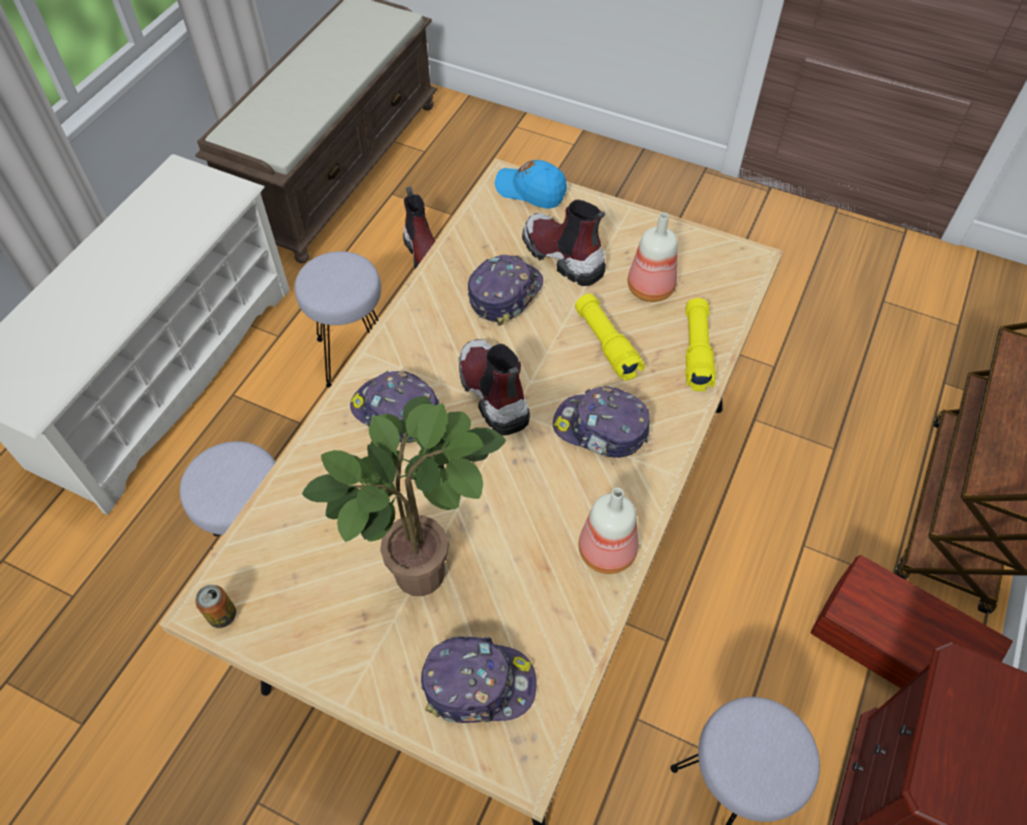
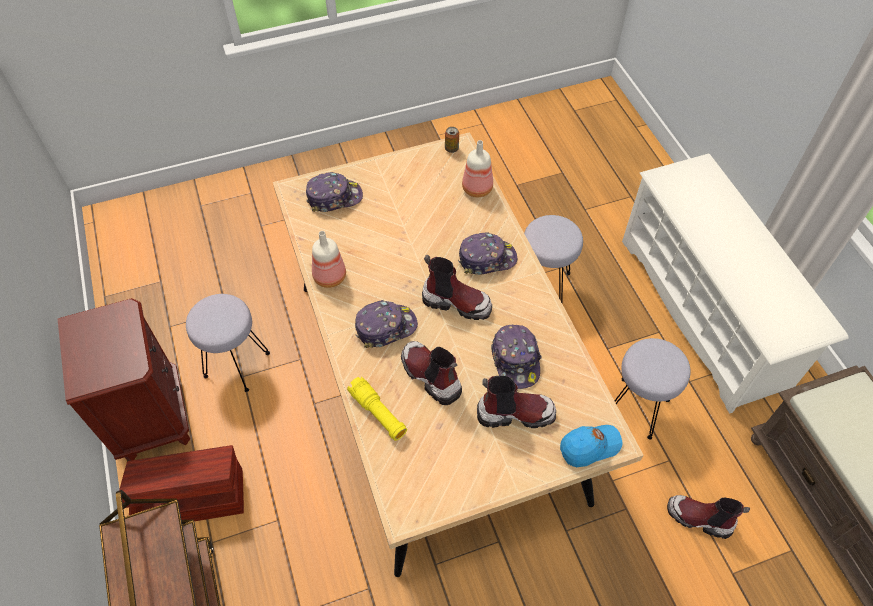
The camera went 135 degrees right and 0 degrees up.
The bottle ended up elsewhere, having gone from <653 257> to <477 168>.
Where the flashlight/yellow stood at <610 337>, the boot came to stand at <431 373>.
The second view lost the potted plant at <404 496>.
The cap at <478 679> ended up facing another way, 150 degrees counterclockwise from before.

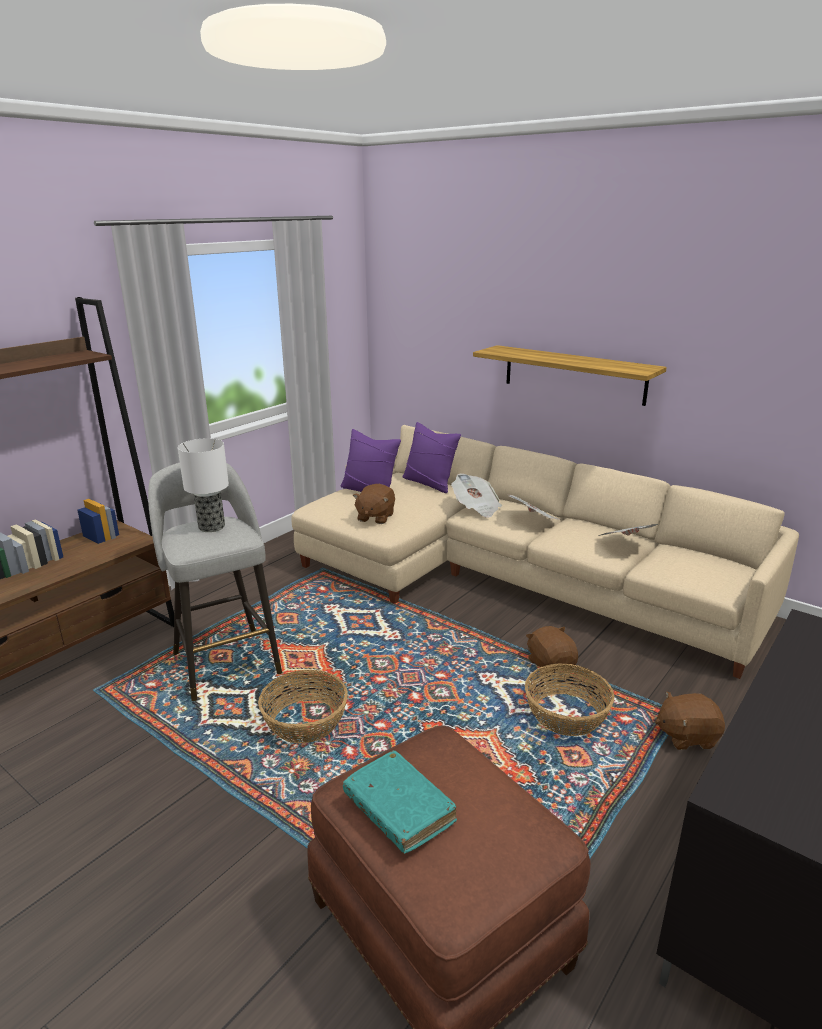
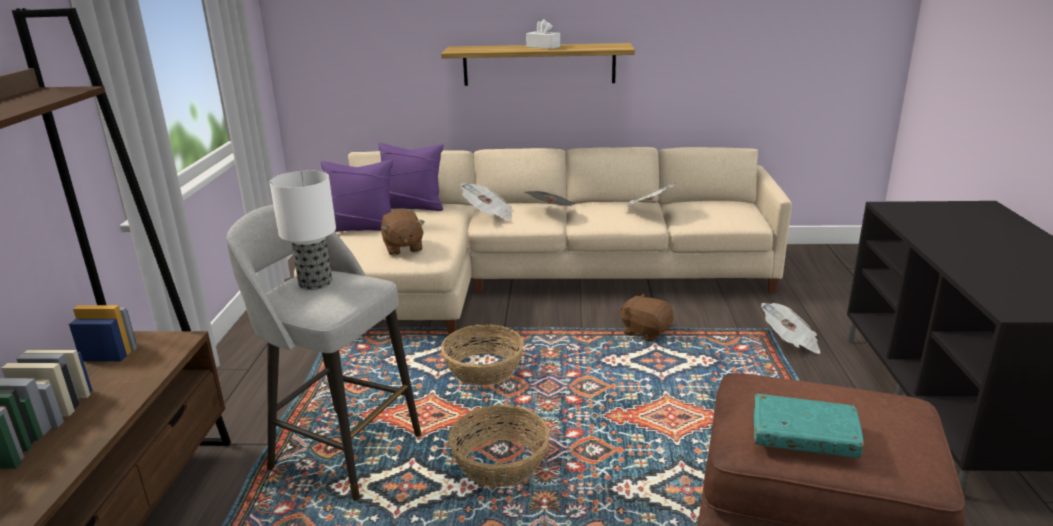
The camera went 35 degrees left and 0 degrees up.
The basket ended up elsewhere, having gone from <569 700> to <482 355>.
Where the plush toy/brown stood at <690 720>, the newspaper came to stand at <790 328>.
The second view gained the tissue box/white at <543 34>.

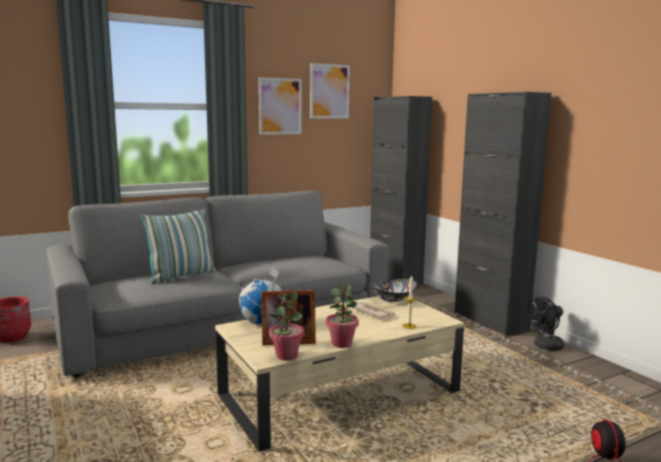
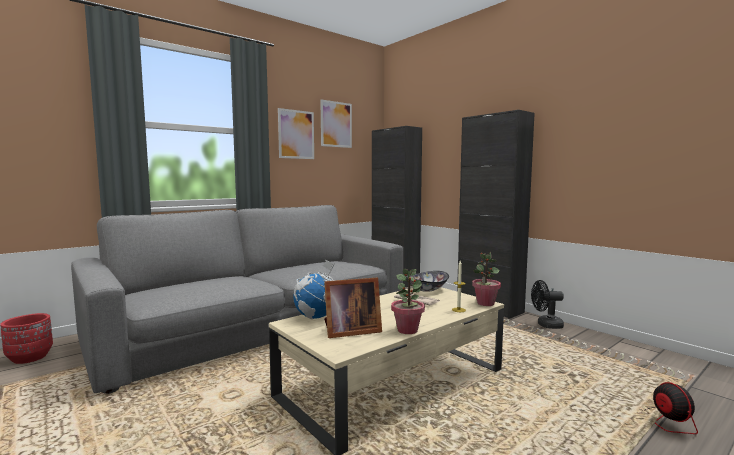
The camera went 10 degrees left and 5 degrees down.
The second view lost the pillow at <178 246>.
The potted plant ended up elsewhere, having gone from <286 326> to <486 279>.
The fan/black at <545 324> ended up facing another way, 45 degrees clockwise from before.

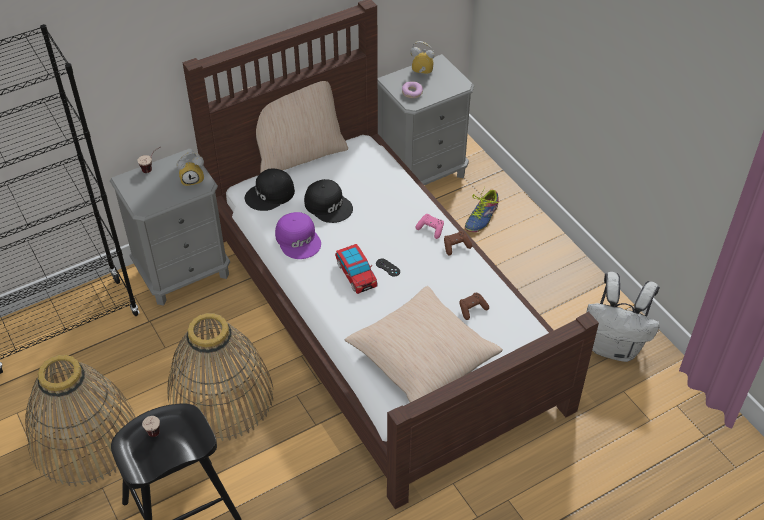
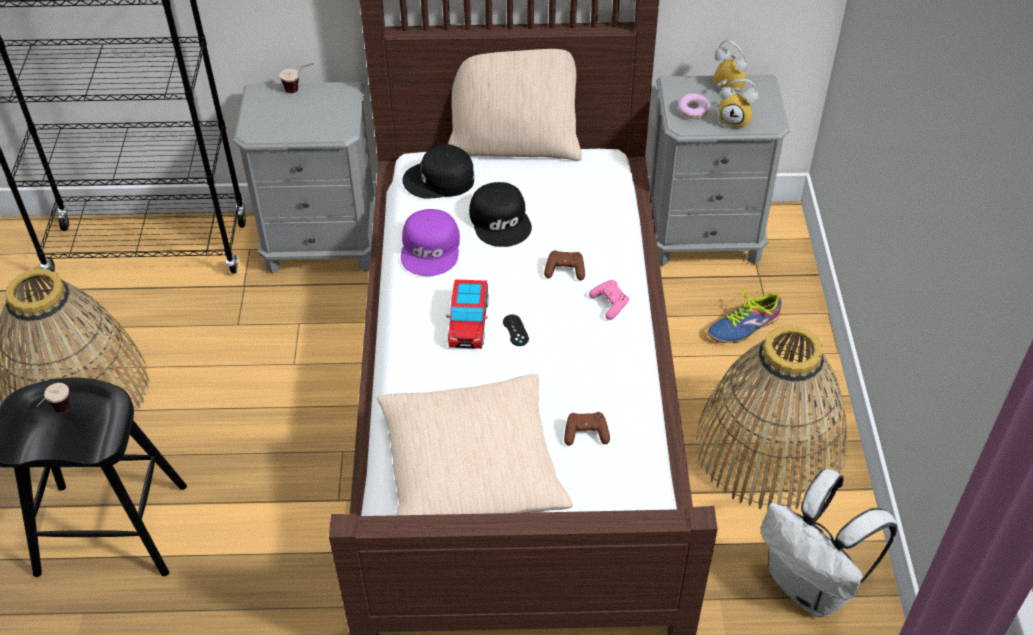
The camera went 30 degrees right and 0 degrees up.
The alarm clock ended up elsewhere, having gone from <190 169> to <738 104>.
The game controller/brown ended up elsewhere, having gone from <458 243> to <564 265>.
The basket ended up elsewhere, having gone from <220 377> to <771 417>.

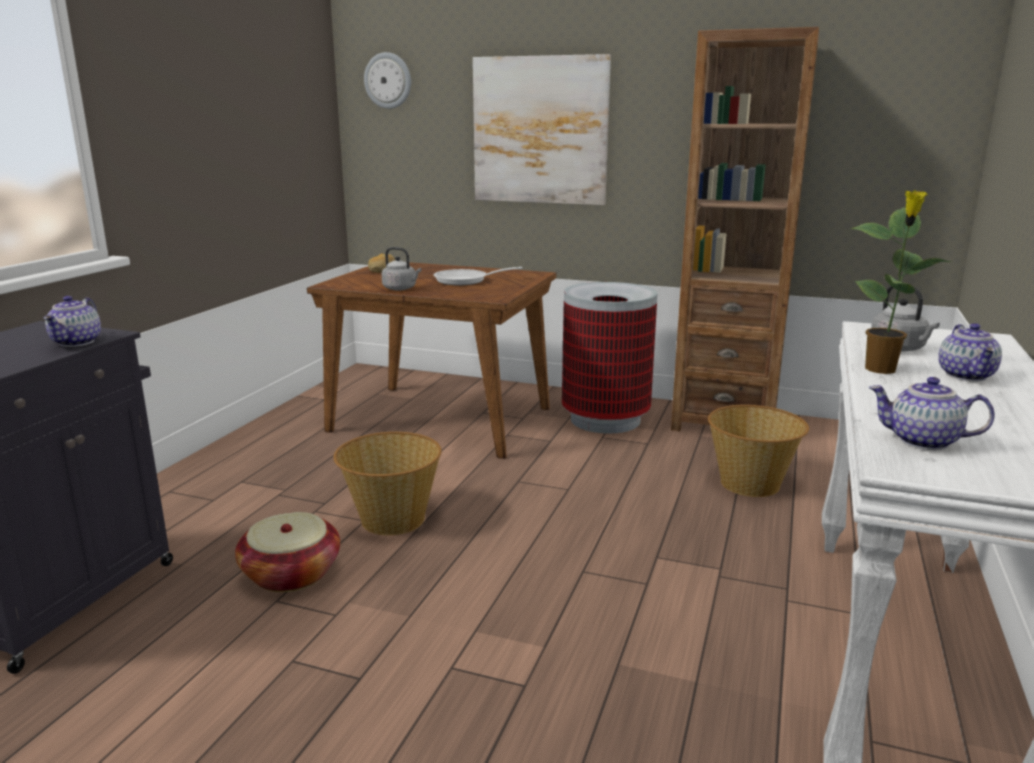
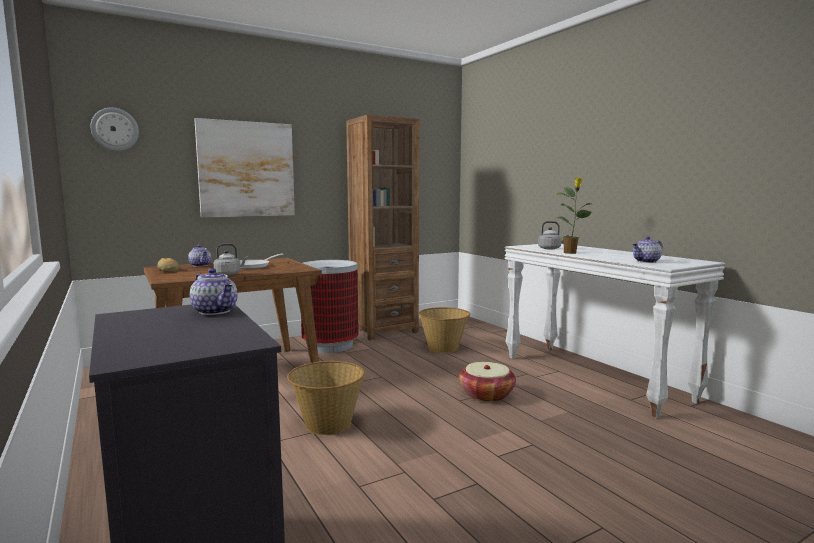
The camera went 50 degrees left and 10 degrees down.
The teapot ended up elsewhere, having gone from <970 352> to <200 256>.
The basket ended up elsewhere, having gone from <287 552> to <487 382>.

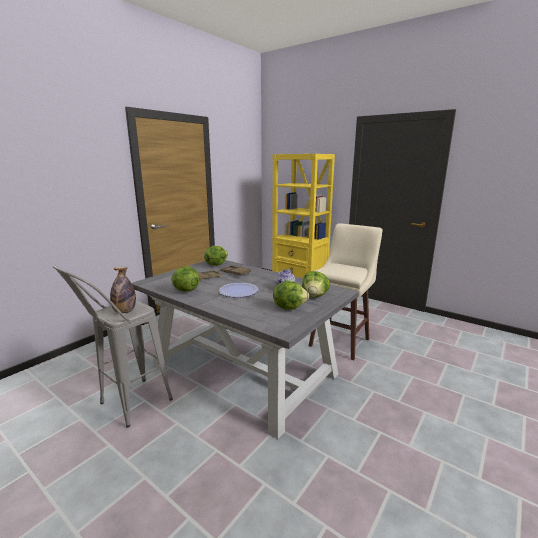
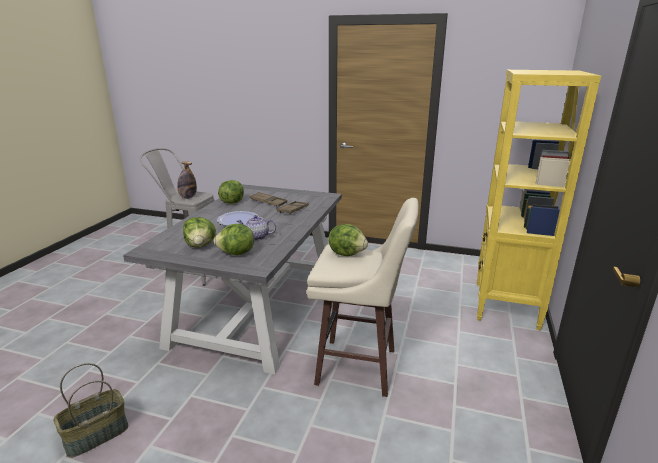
The camera went 70 degrees right and 5 degrees up.
The lettuce ended up elsewhere, having gone from <216 256> to <348 240>.
The second view gained the basket at <90 410>.

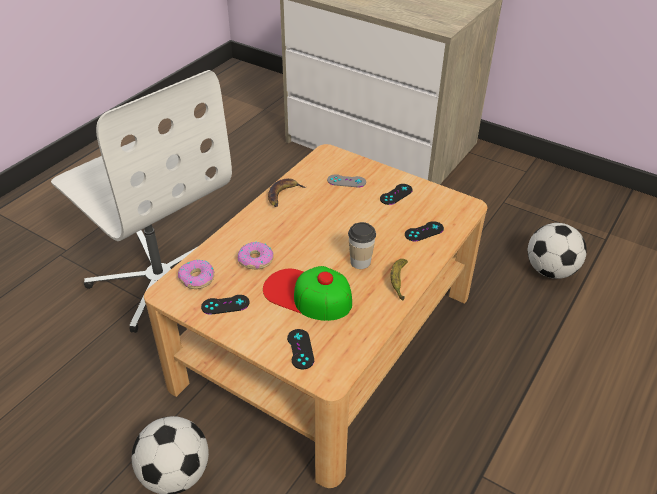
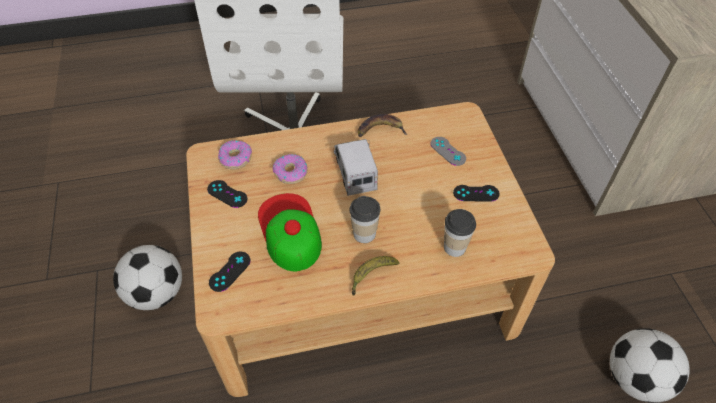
The camera went 45 degrees right and 10 degrees up.
Where the game controller/black stood at <424 231>, the cup came to stand at <460 233>.
The second view gained the toy truck at <356 167>.

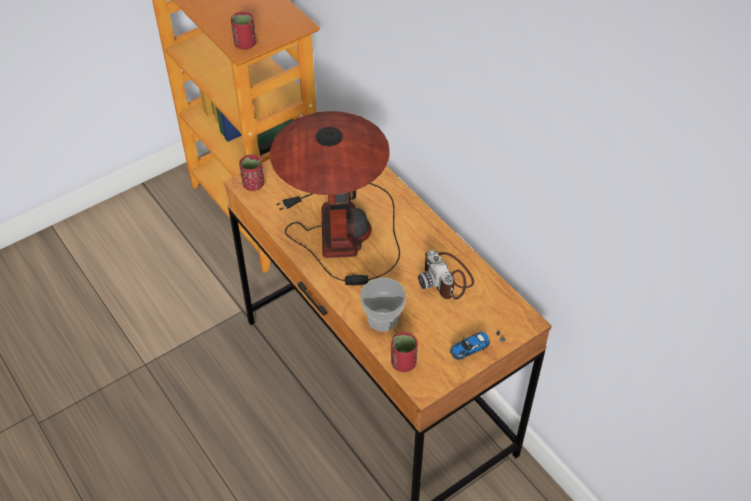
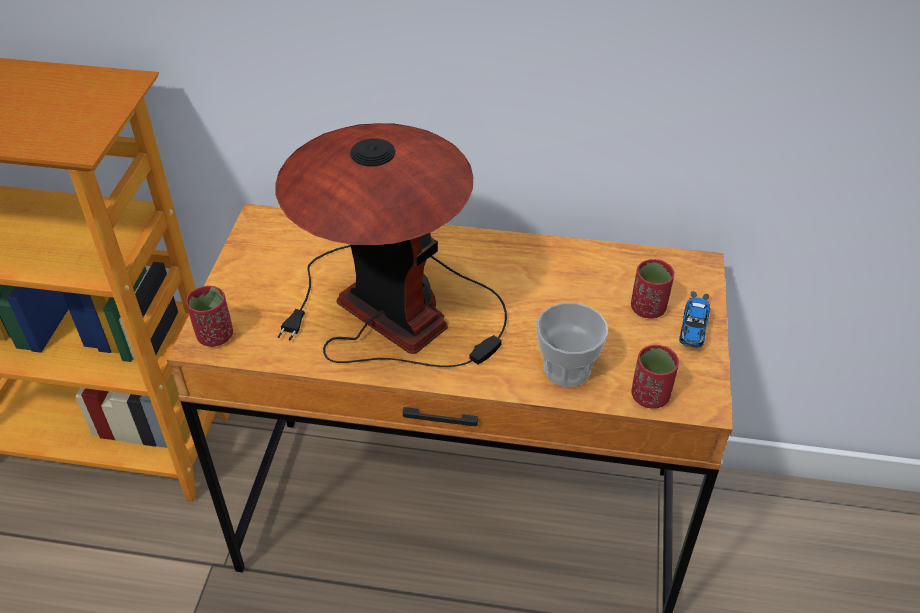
The camera went 45 degrees left and 5 degrees down.
The cup/red ended up elsewhere, having gone from <243 30> to <652 288>.
The second view lost the photo camera at <446 275>.

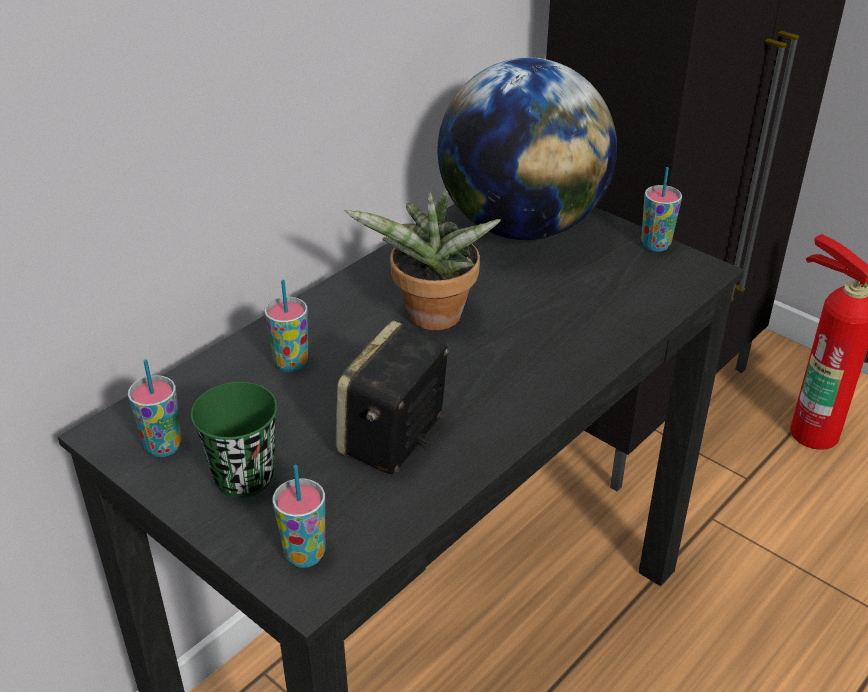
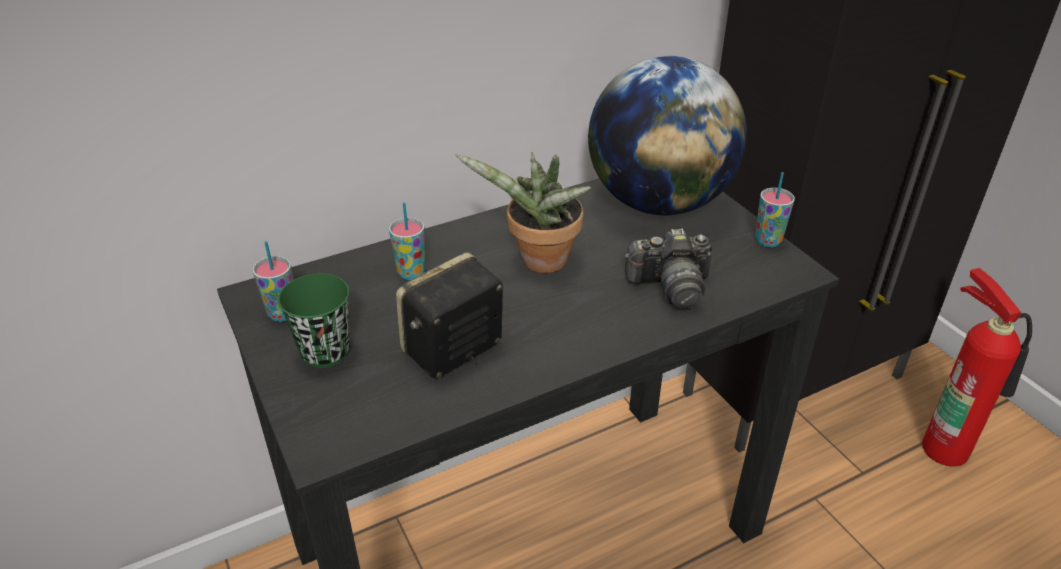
The camera went 20 degrees right and 0 degrees up.
The second view lost the cup at <298 516>.
The second view gained the photo camera at <668 268>.

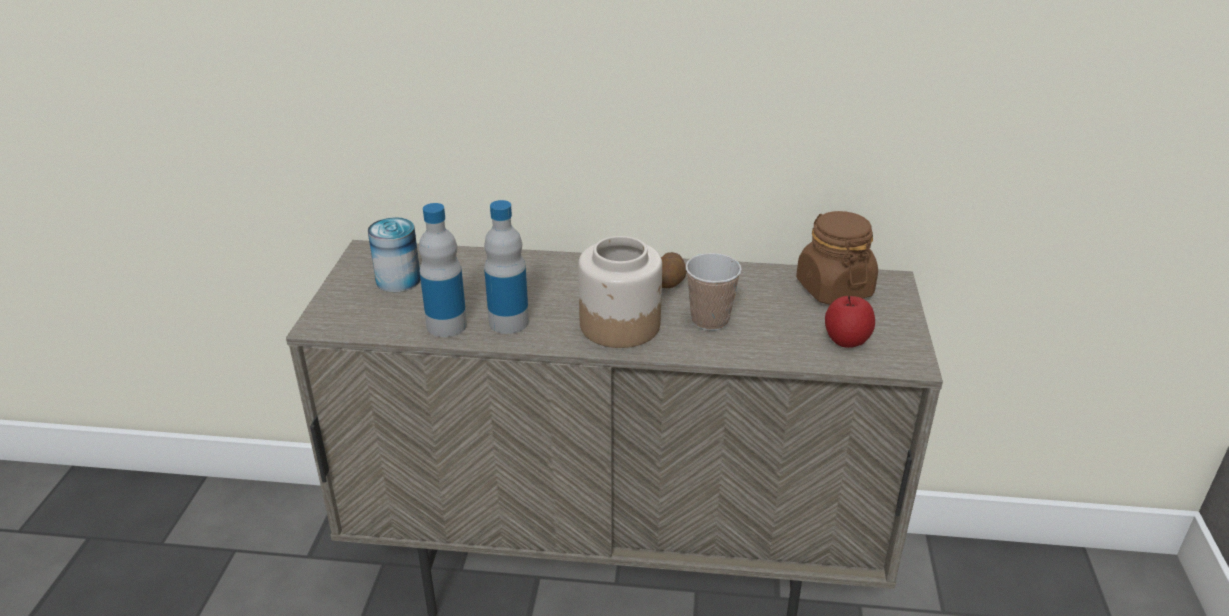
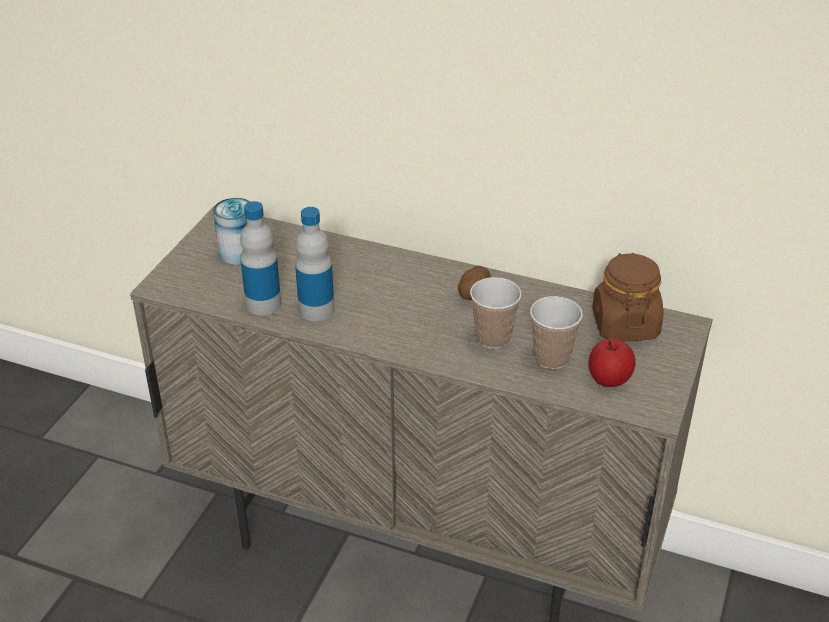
The camera went 15 degrees right and 5 degrees up.
The second view lost the jar at <620 292>.
The second view gained the cup at <556 332>.

